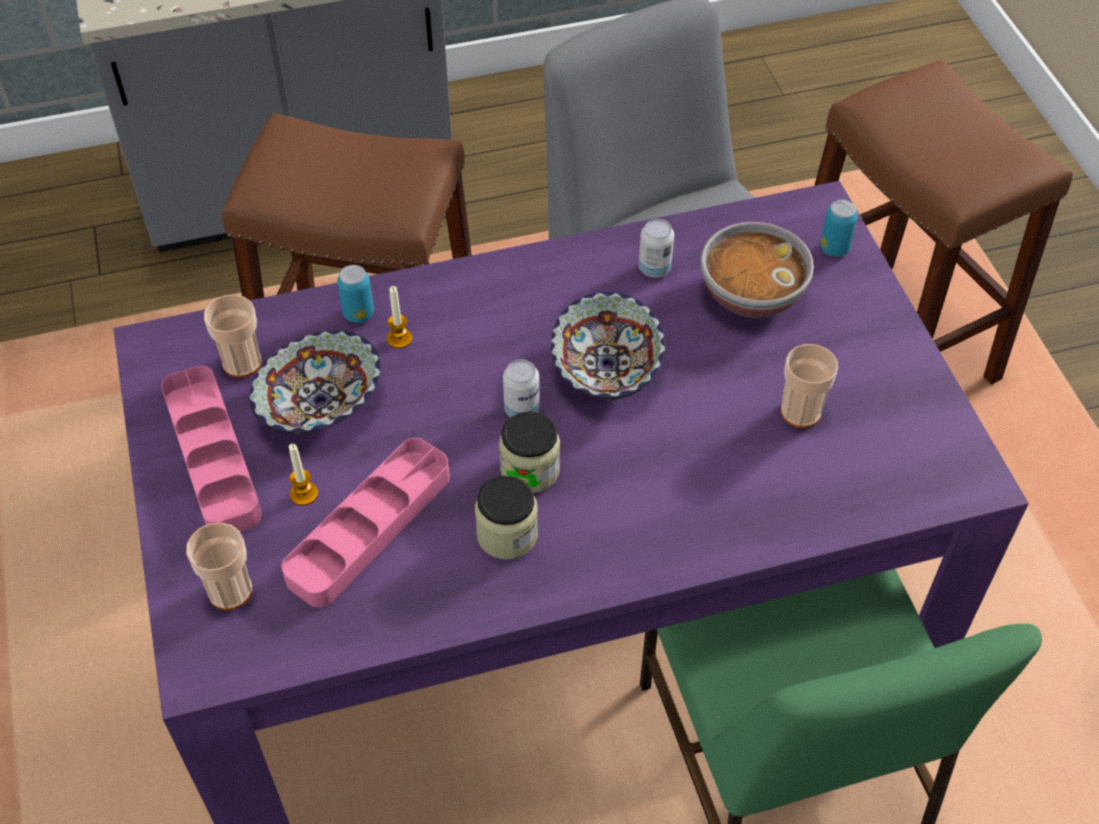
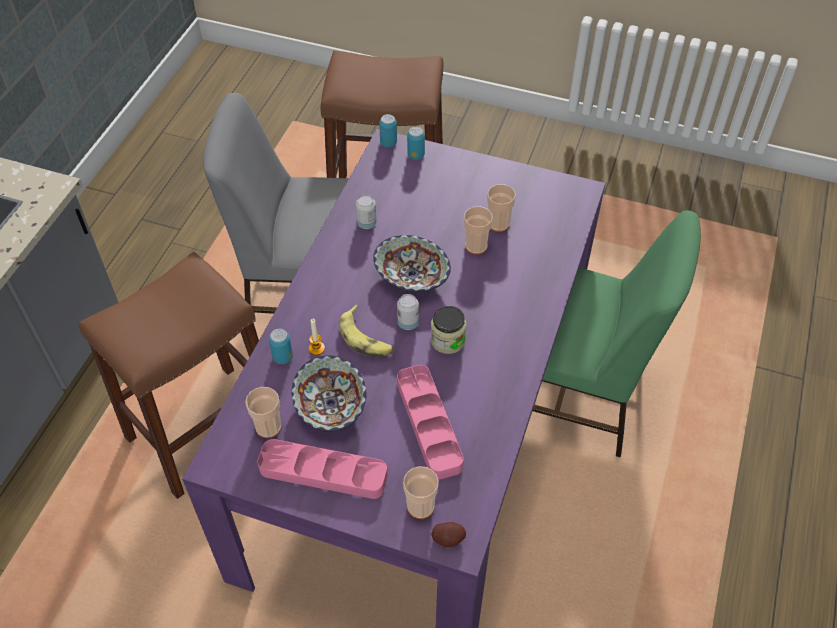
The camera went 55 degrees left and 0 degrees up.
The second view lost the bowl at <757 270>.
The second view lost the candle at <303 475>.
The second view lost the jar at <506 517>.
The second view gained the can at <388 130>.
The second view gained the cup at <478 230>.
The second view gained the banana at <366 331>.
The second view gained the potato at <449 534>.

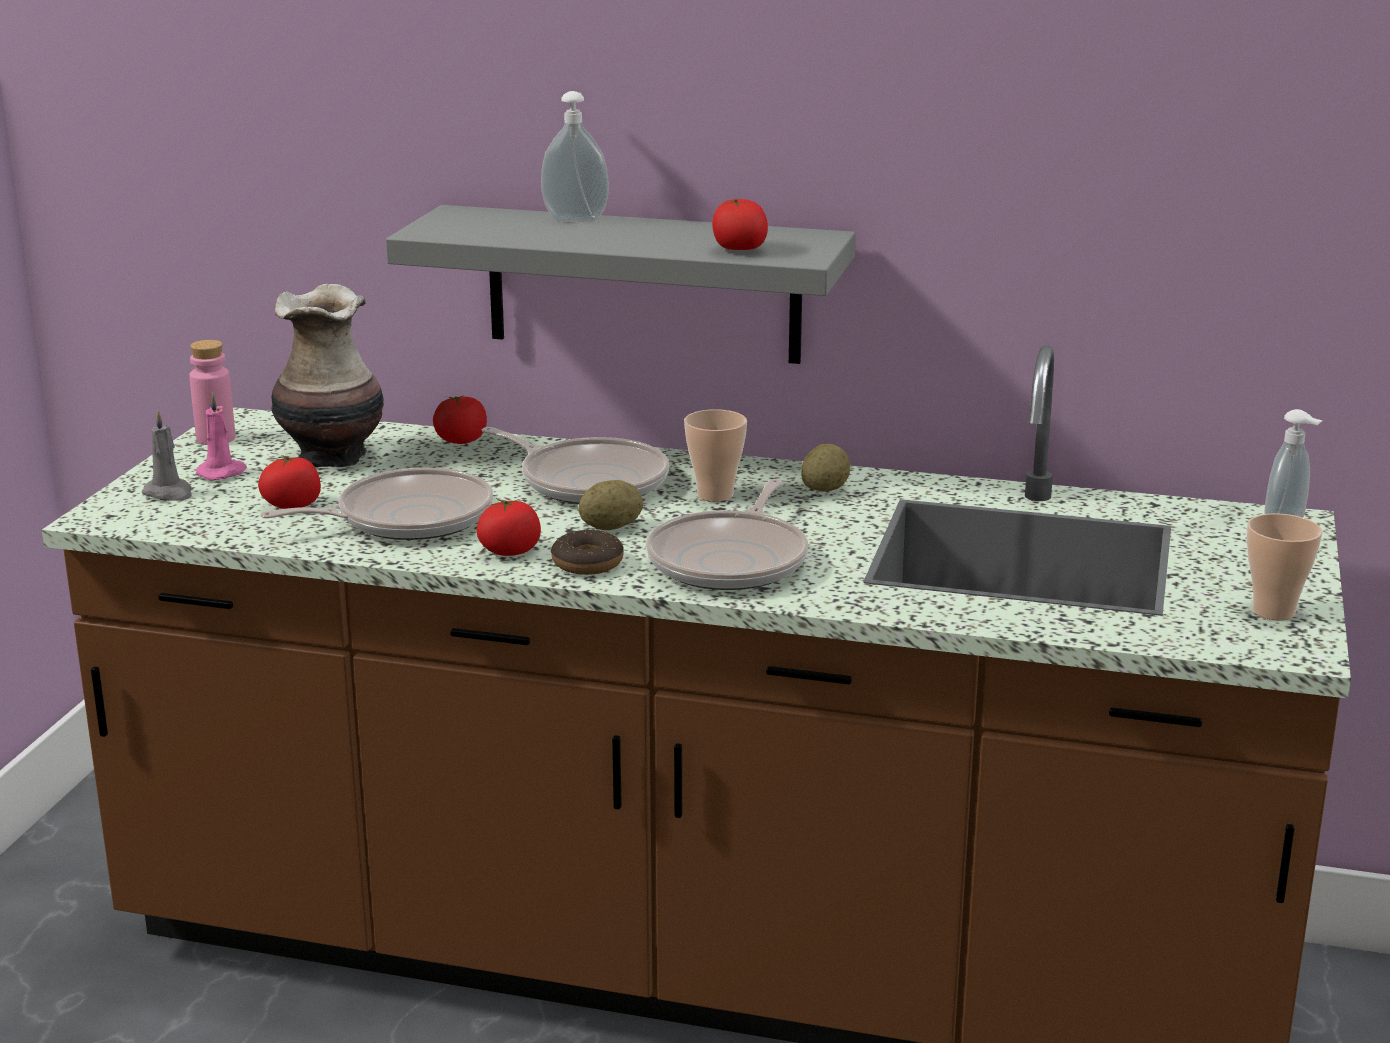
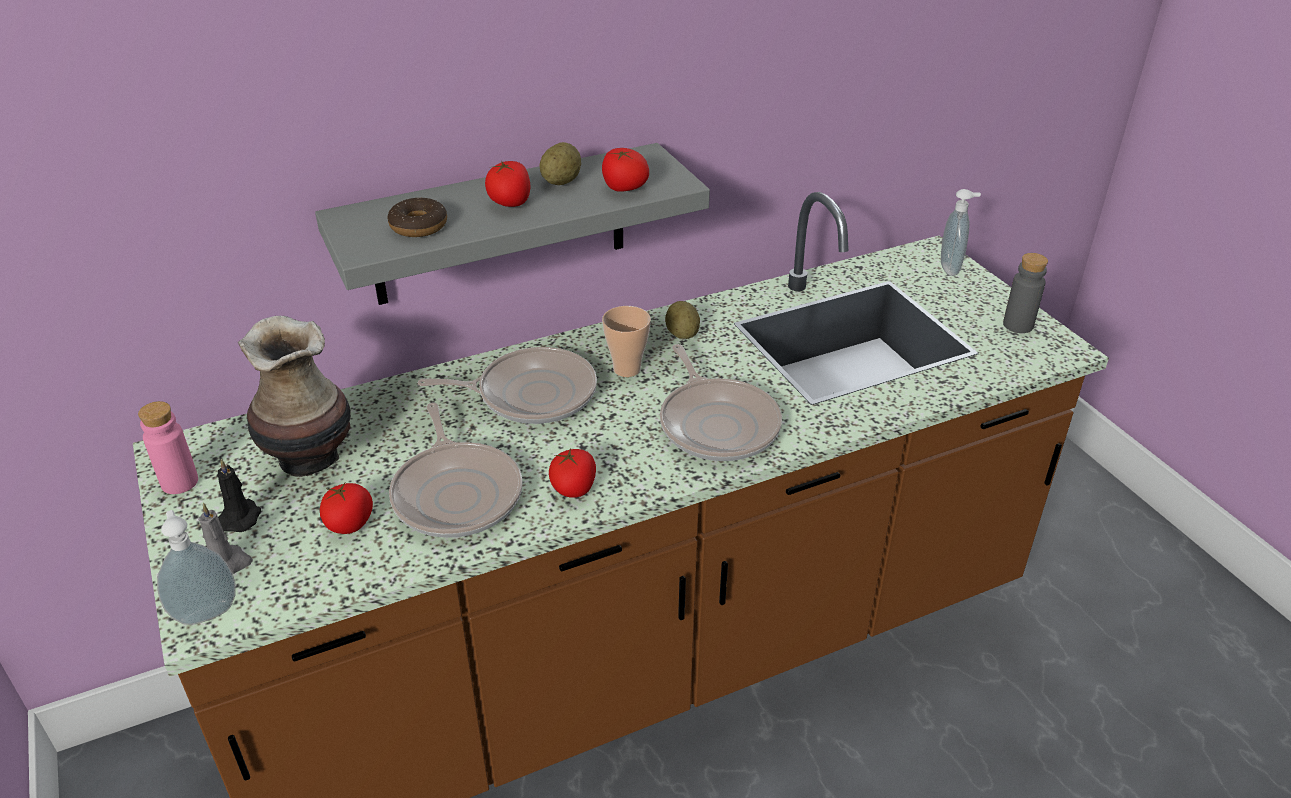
The camera went 40 degrees left and 15 degrees up.
The soap dispenser ended up elsewhere, having gone from <575 156> to <196 567>.
What was the candle/pink at <221 436> turned into the candle/black at <239 495>.
The tomato ended up elsewhere, having gone from <460 419> to <508 184>.
The frying pan at <376 503> ended up facing another way, 135 degrees clockwise from before.
The potato ended up elsewhere, having gone from <610 505> to <560 163>.
Where the cup stood at <1285 566>, the bottle/grey came to stand at <1025 293>.
The donut ended up elsewhere, having gone from <587 552> to <417 217>.

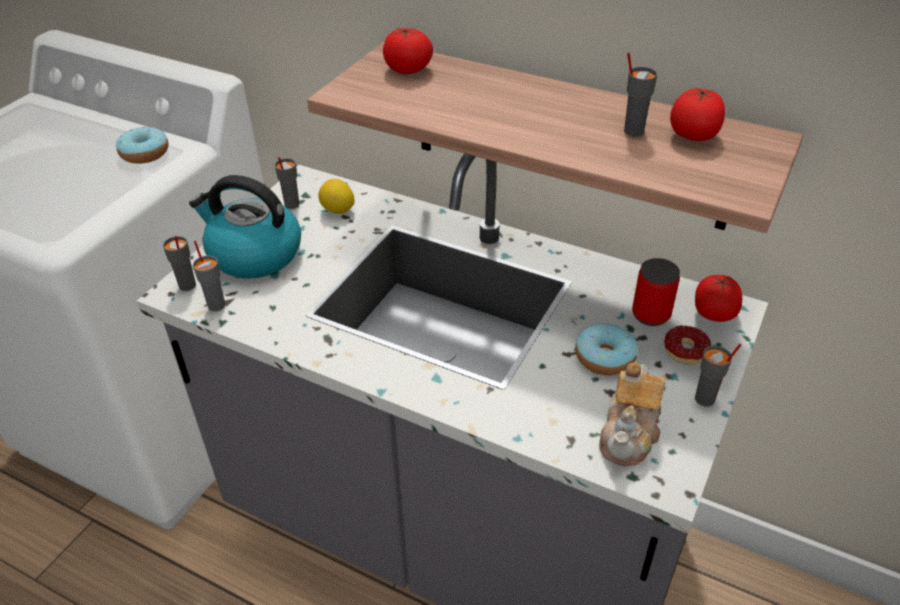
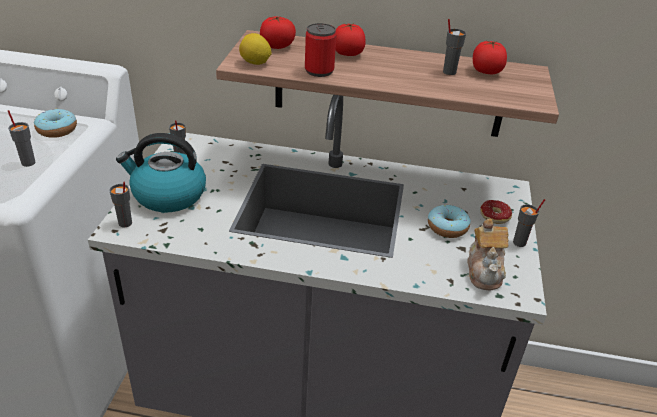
The camera went 20 degrees left and 5 degrees down.
The lemon ended up elsewhere, having gone from <336 196> to <255 49>.
The cup/grey ended up elsewhere, having gone from <209 276> to <21 138>.
The can ended up elsewhere, having gone from <656 292> to <320 50>.
The tomato ended up elsewhere, having gone from <718 298> to <350 39>.

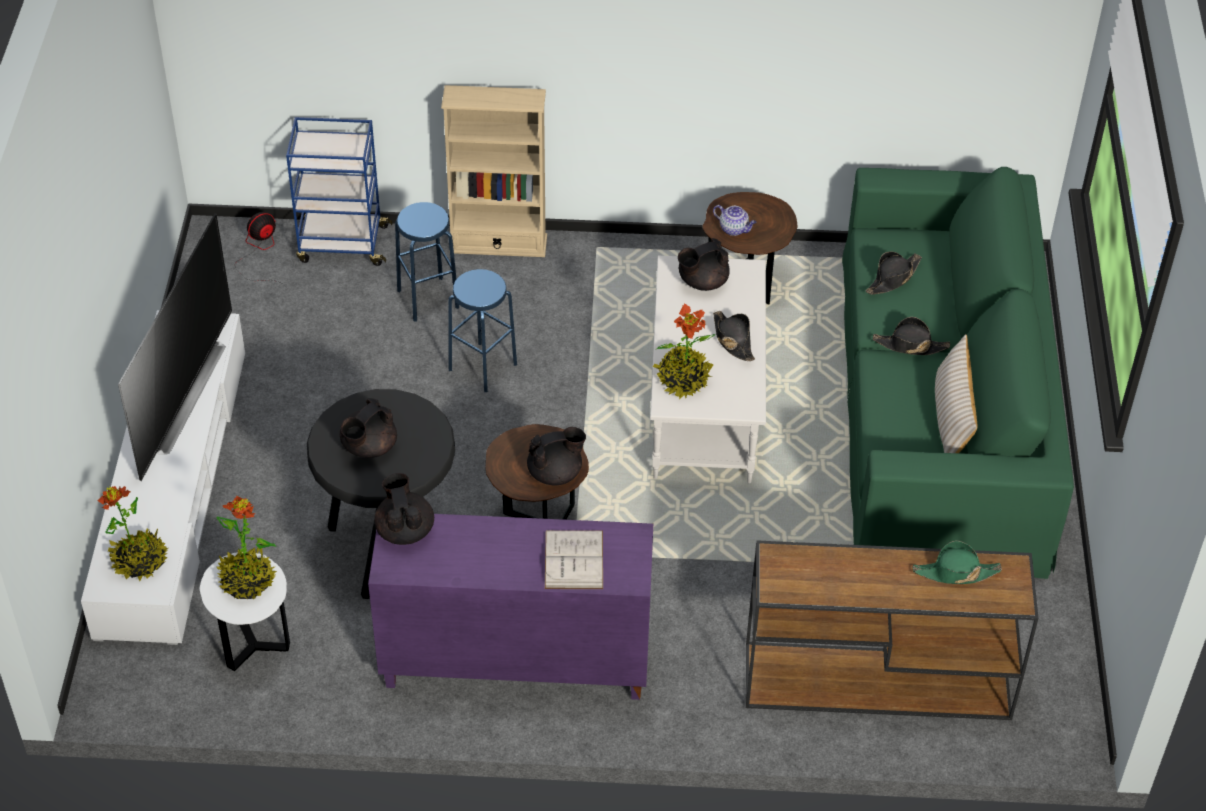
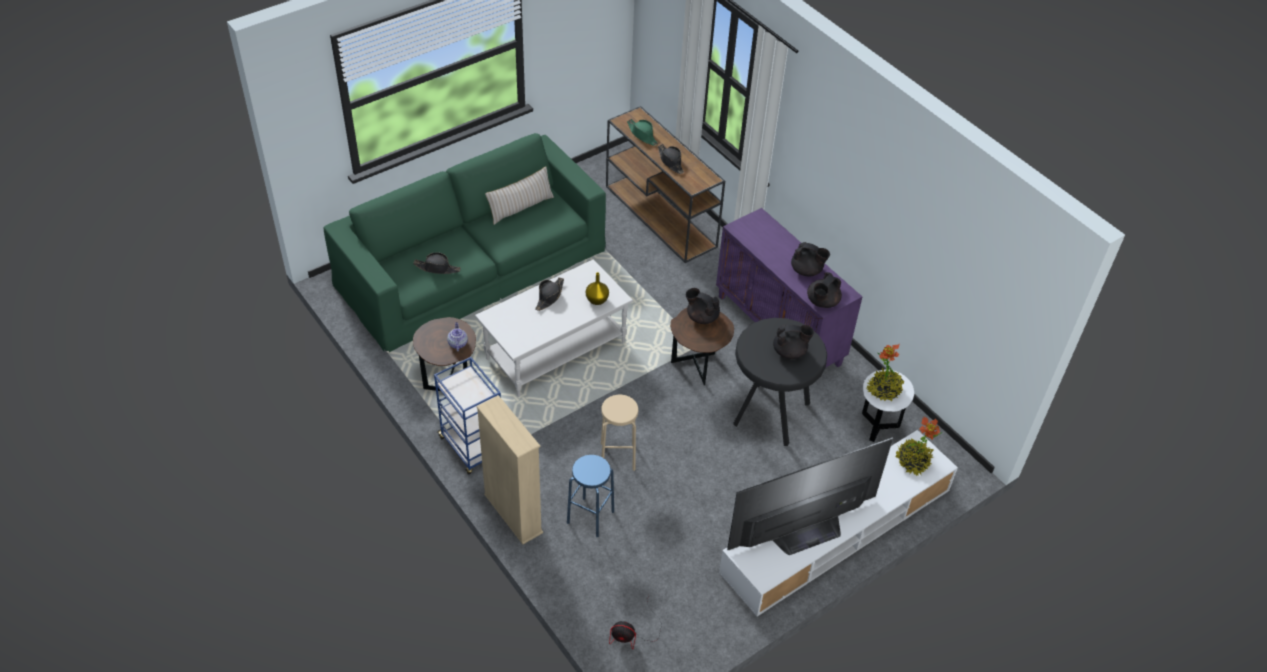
The camera went 130 degrees left and 0 degrees up.
The cart/blue ended up elsewhere, having gone from <339 191> to <467 416>.
The teapot/black ended up elsewhere, having gone from <704 264> to <810 259>.
What was the stool/blue at <482 330> turned into the stool/beige at <619 433>.
Where the potted plant stood at <684 351>, the vase/yellow came to stand at <597 288>.
The hat/black ended up elsewhere, having gone from <911 336> to <671 159>.
The second view lost the book/white at <574 559>.

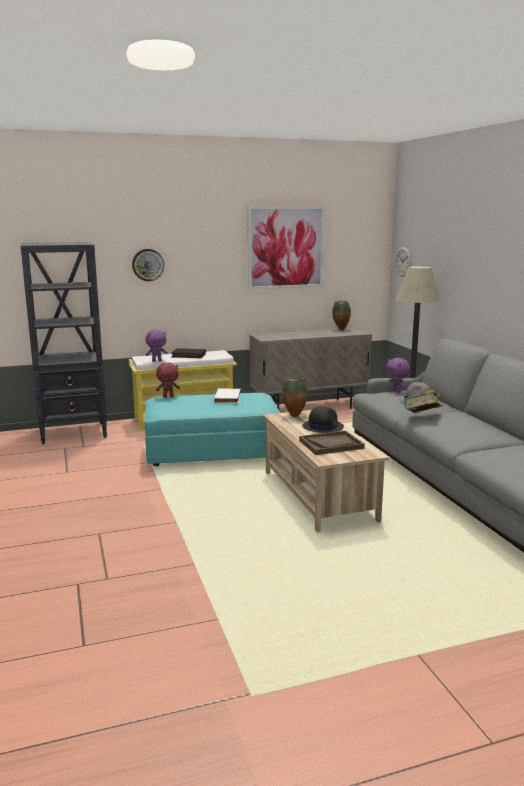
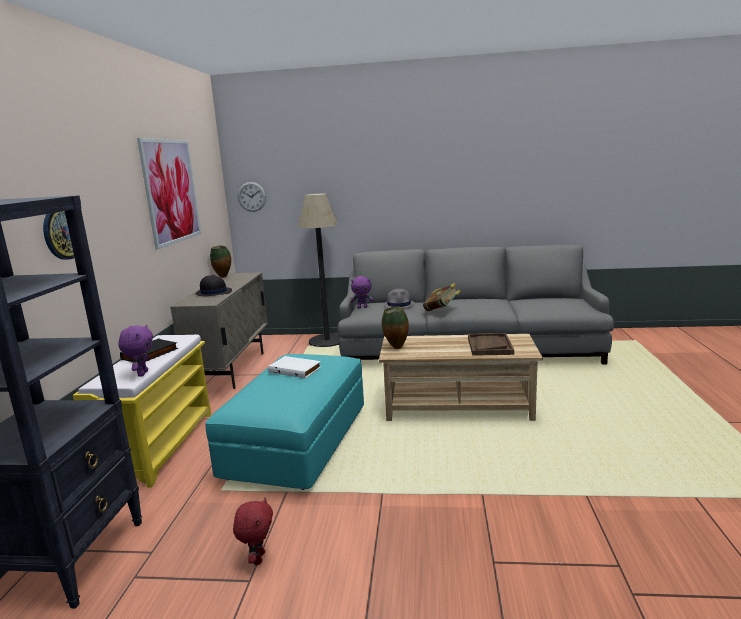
The camera went 65 degrees left and 0 degrees up.
The plush toy/red ended up elsewhere, having gone from <168 379> to <253 531>.
The hat/black ended up elsewhere, having gone from <323 419> to <213 285>.

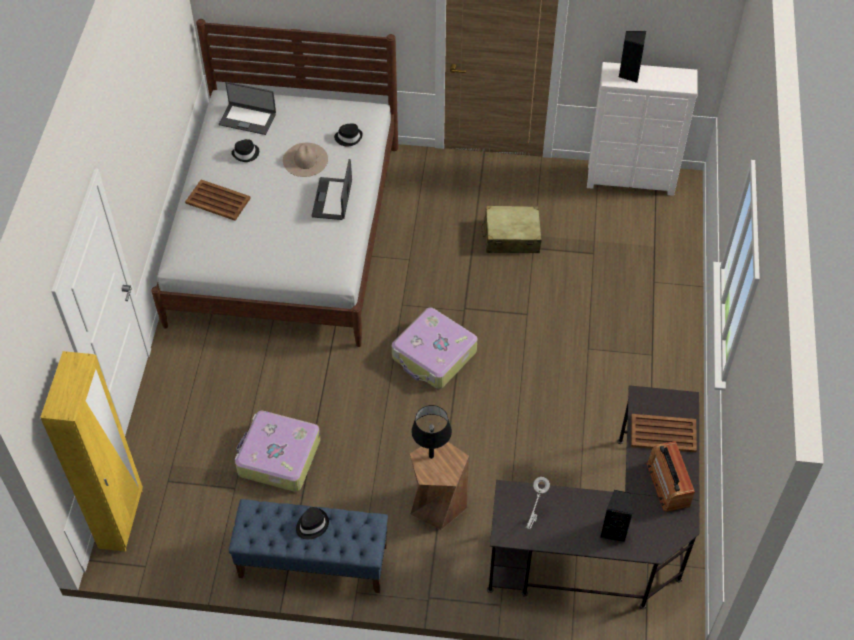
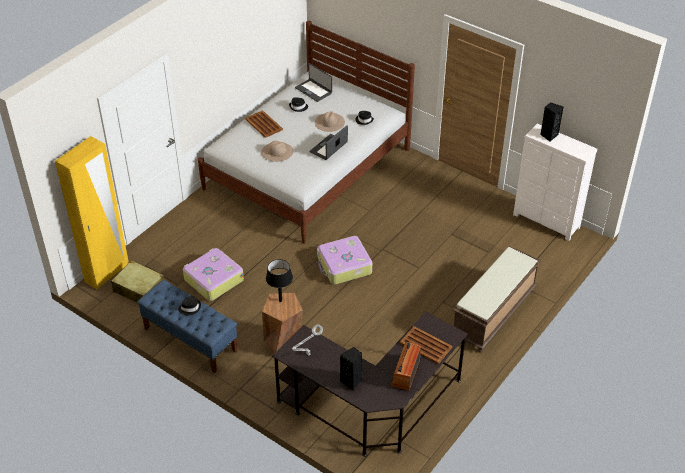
The camera went 30 degrees right and 10 degrees down.
The suitcase/beige ended up elsewhere, having gone from <511 229> to <137 281>.
The second view gained the hat/beige at <277 151>.
The second view gained the bench/brown at <497 299>.

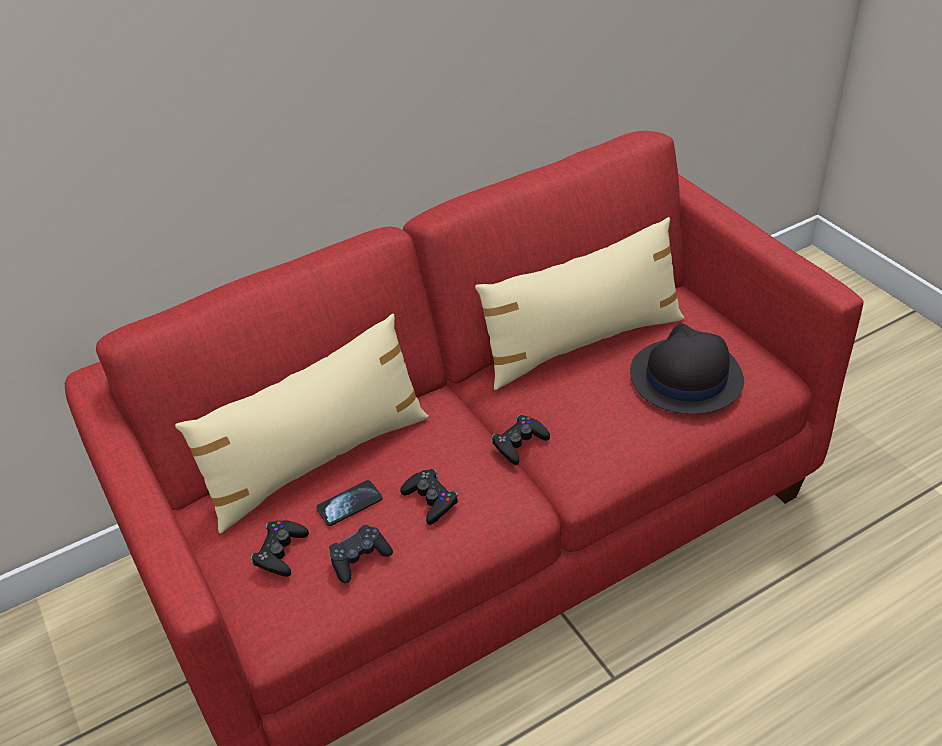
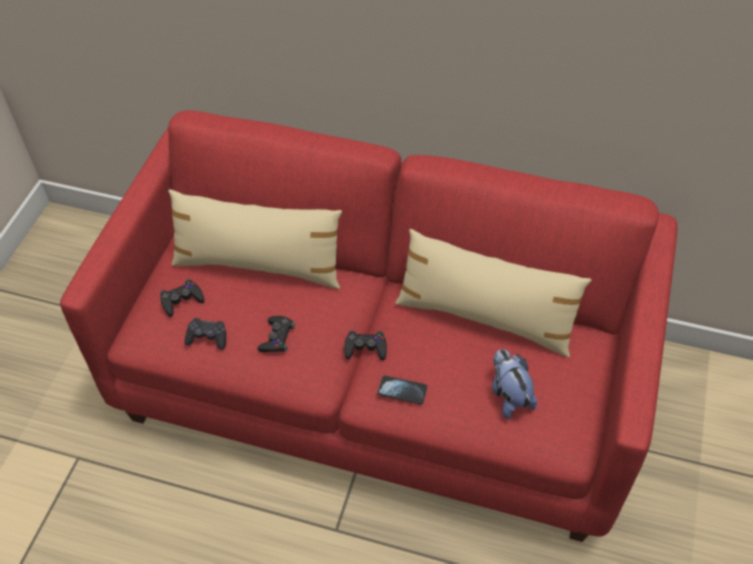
The camera went 45 degrees right and 10 degrees up.
Where the hat/black stood at <687 368>, the plush toy came to stand at <514 384>.
The phone ended up elsewhere, having gone from <349 503> to <402 390>.

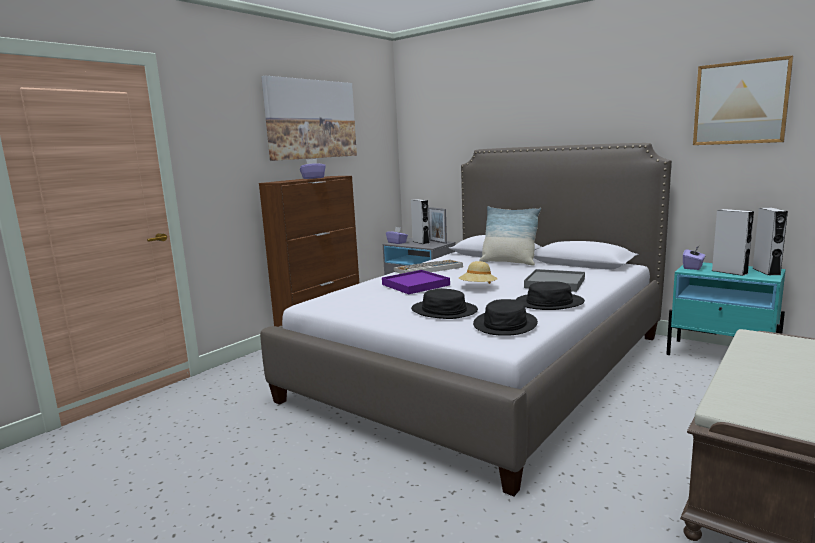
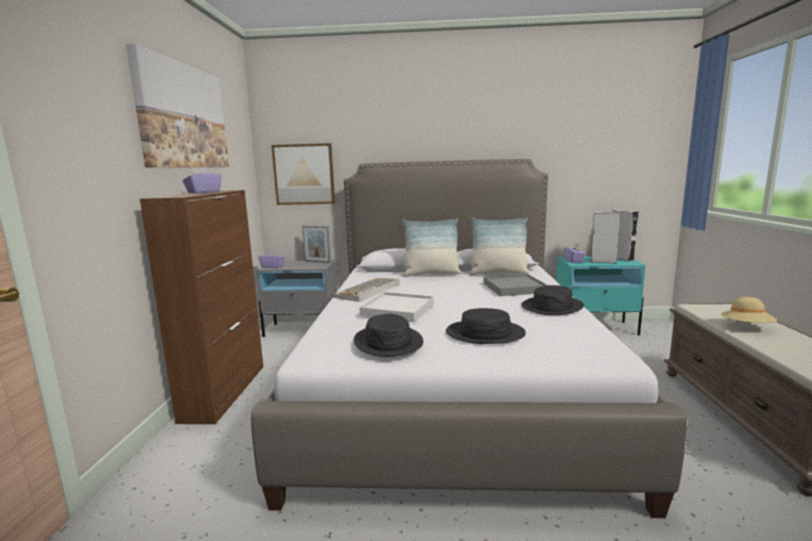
The camera went 35 degrees left and 0 degrees up.
The picture ended up elsewhere, having gone from <743 100> to <303 174>.
The second view lost the speaker/grey at <420 221>.
The hat/beige ended up elsewhere, having gone from <478 272> to <749 310>.
What was the tray/purple at <416 282> turned into the tray/white at <396 307>.
The hat/black ended up elsewhere, having gone from <505 317> to <388 335>.
The second view gained the pillow at <499 246>.

